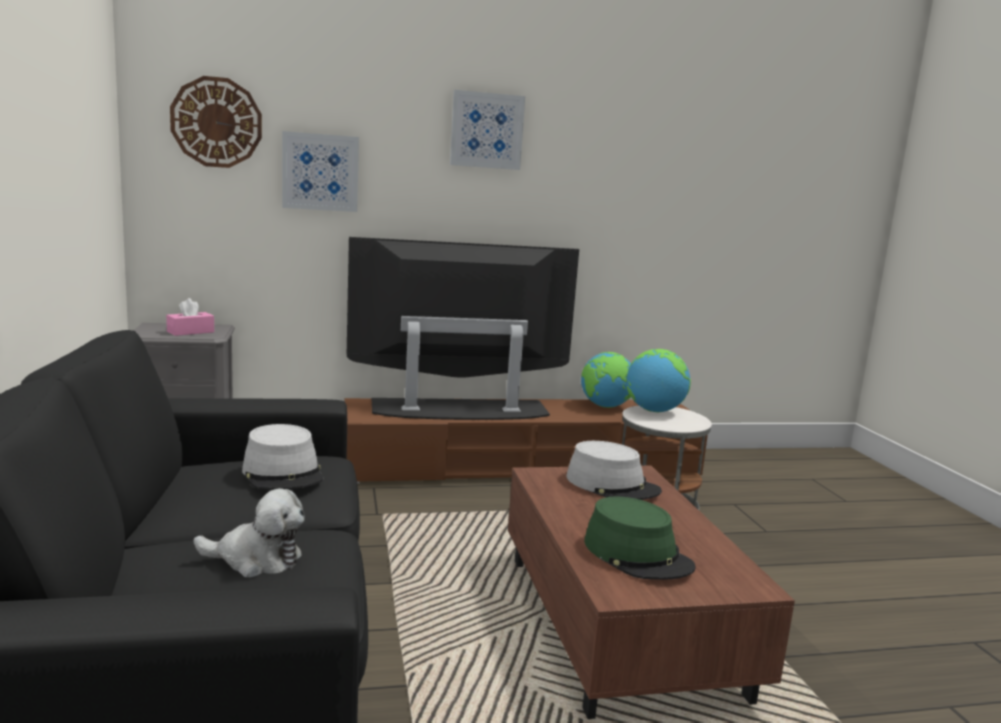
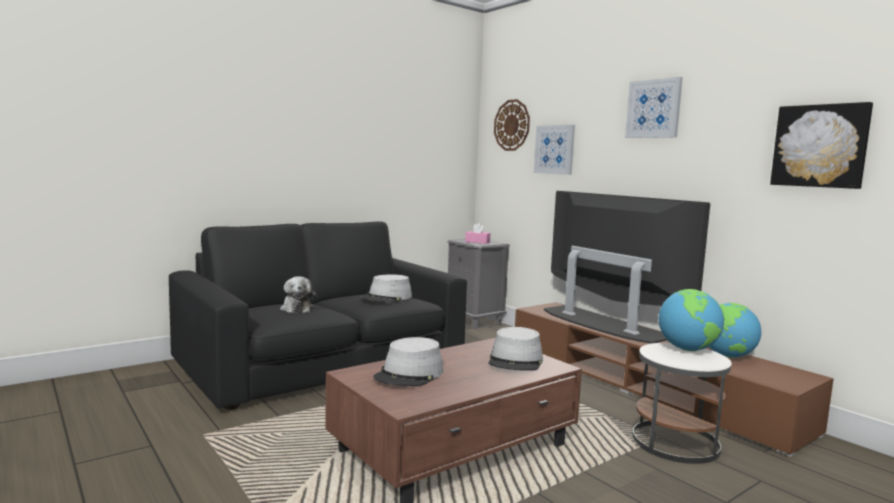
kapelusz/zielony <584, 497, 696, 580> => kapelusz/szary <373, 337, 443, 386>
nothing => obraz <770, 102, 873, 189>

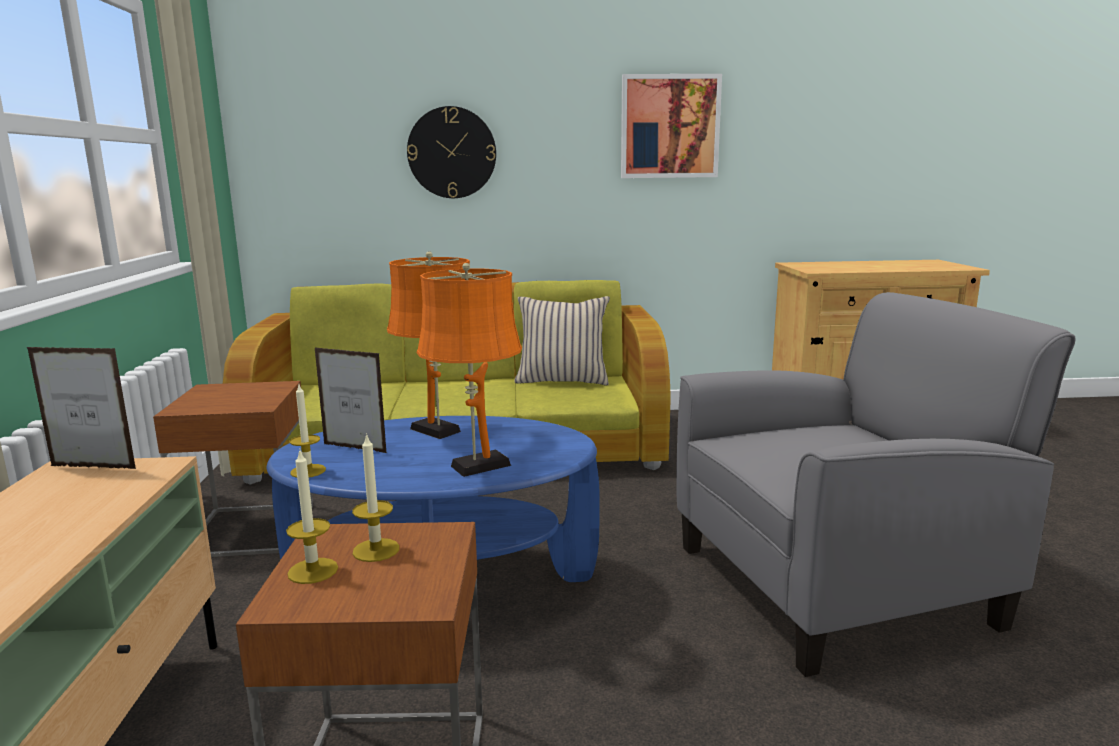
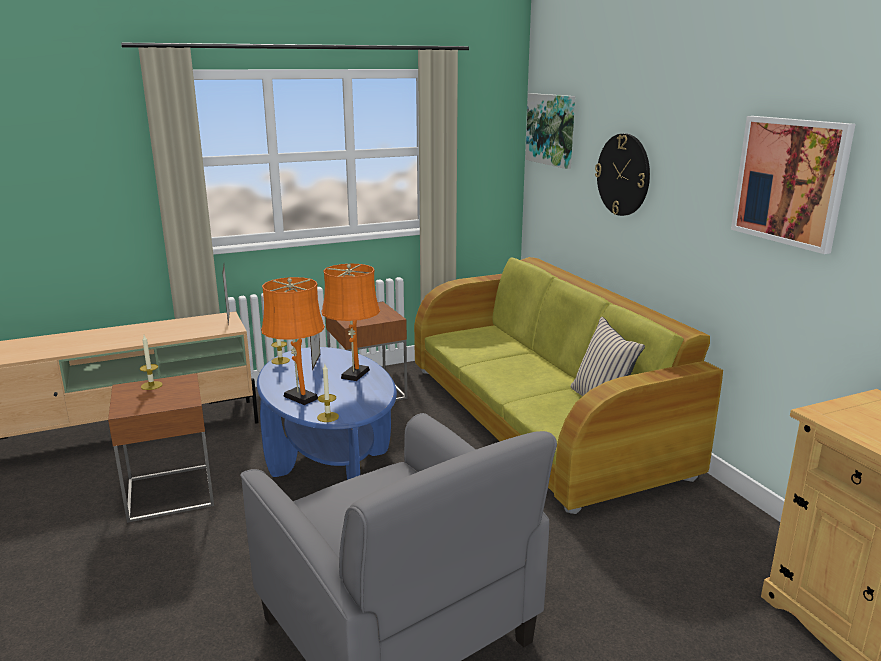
świeca <352, 433, 399, 562> => świeca <317, 364, 339, 422>, shifted
nothing => obraz <526, 93, 575, 169>

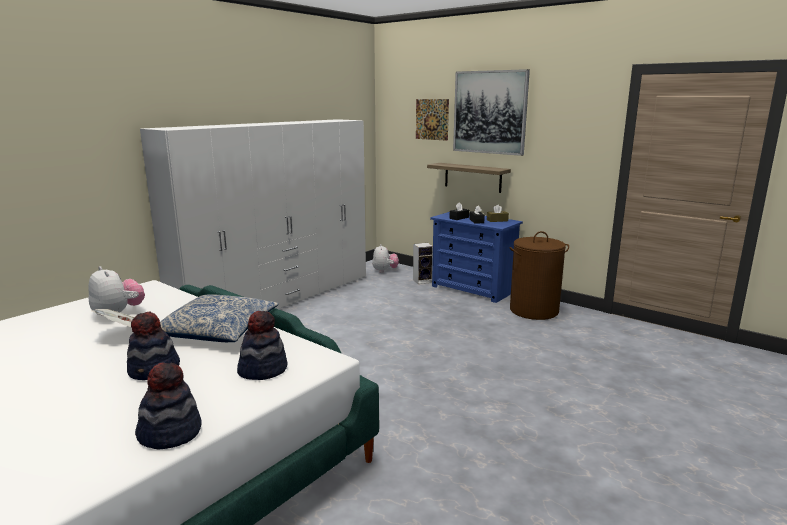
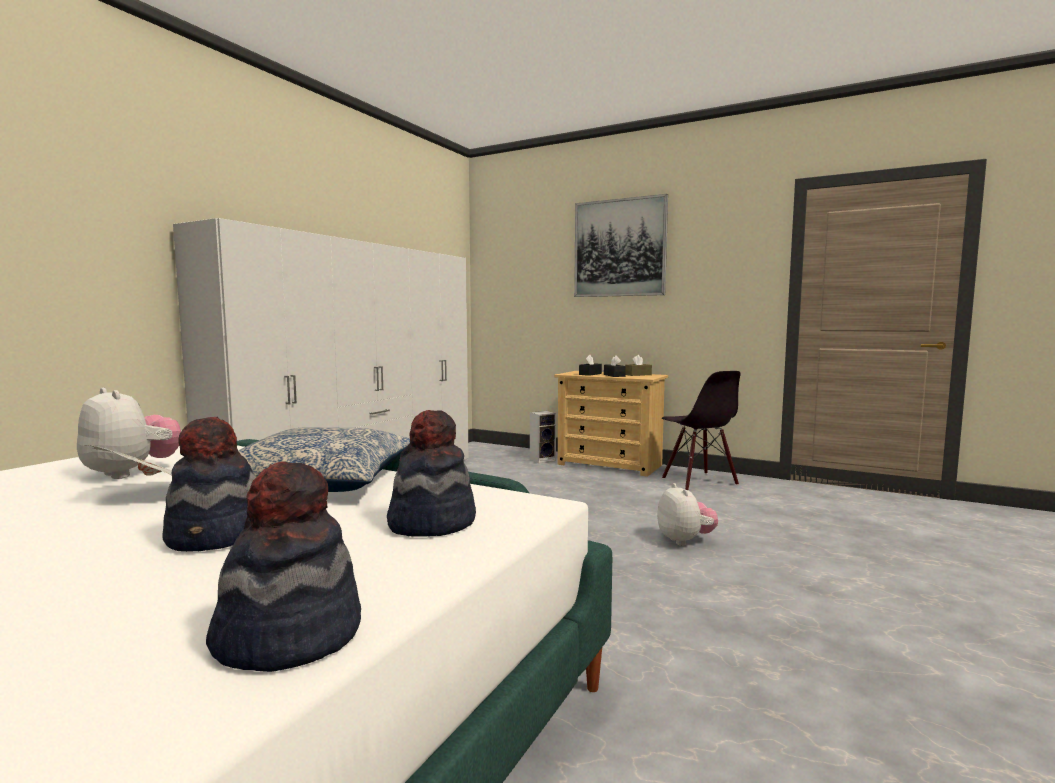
komoda/niebieski <430, 212, 523, 303> => komoda/beżowy <554, 371, 668, 477>
pluszak <372, 244, 399, 273> => pluszak <657, 483, 718, 546>, shifted
kosz na pranie/brązowy <509, 231, 569, 320> => krzesło/czarny <662, 371, 741, 490>
obraz <416, 99, 449, 141> => nothing
półka <427, 163, 511, 193> => nothing

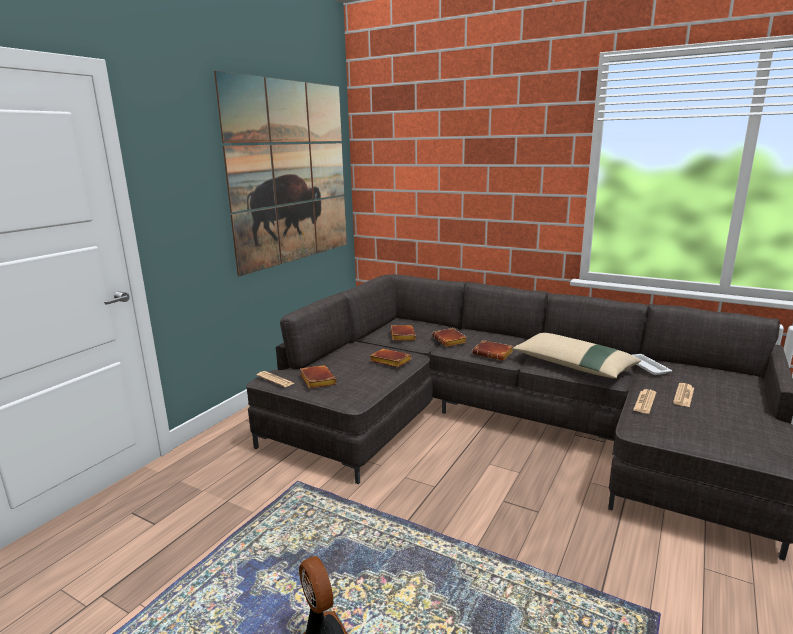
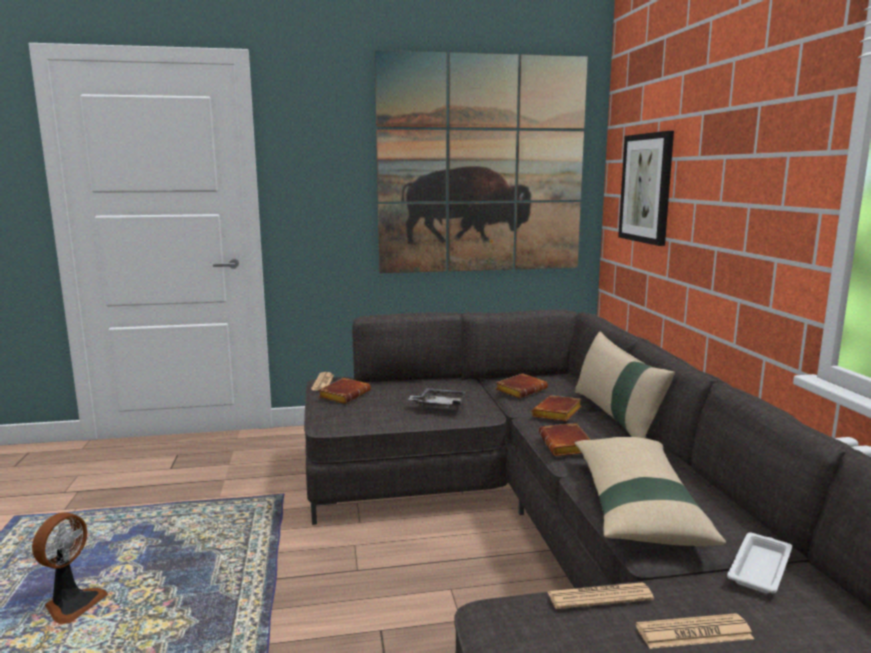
książka/brązowy <369, 349, 412, 367> => taca/szary <408, 388, 466, 410>
nothing => poduszka/beżowy <575, 332, 675, 438>
nothing => obraz <618, 131, 674, 246>

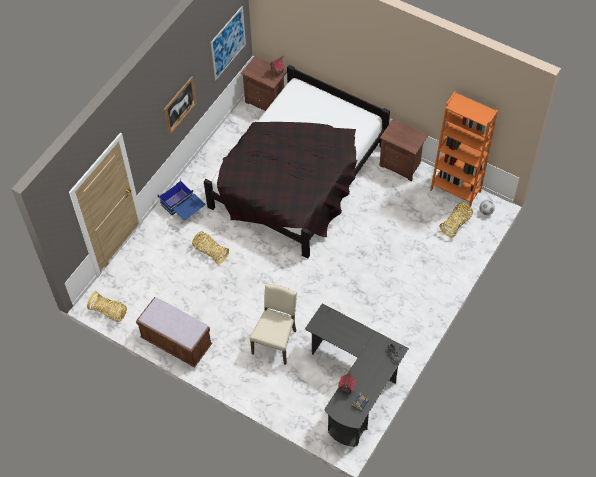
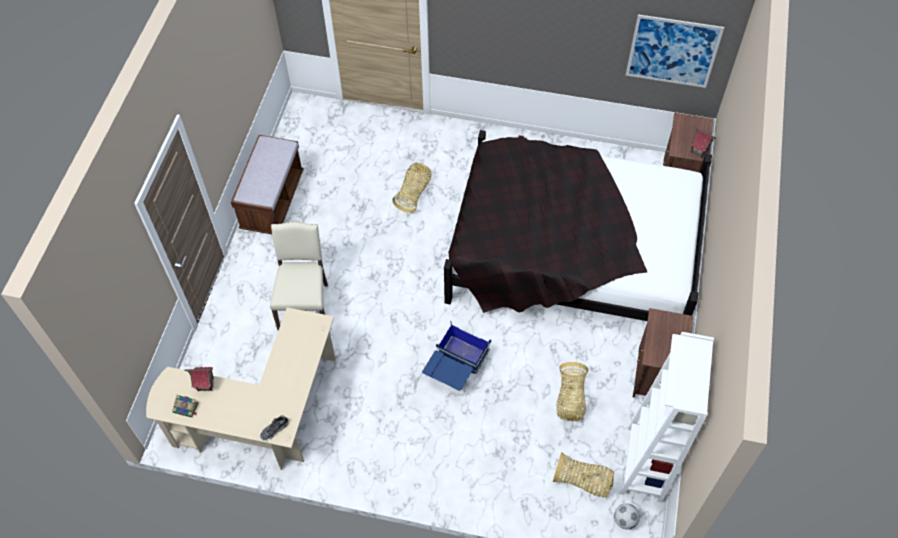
biurko/czarny <305, 303, 409, 447> => biurko/beżowy <146, 307, 336, 470>
krzesło/beżowy <250, 283, 297, 365> => krzesło/beżowy <270, 222, 328, 330>, 90 degrees counterclockwise
pojemnik do przechowywania/niebieski <157, 178, 205, 220> => pojemnik do przechowywania/niebieski <422, 322, 491, 391>, shifted
koszyk <87, 291, 127, 322> => koszyk <557, 362, 588, 421>, shifted
regał/pomarańczowy <430, 91, 498, 206> => regał/biały <619, 332, 714, 503>
obraz <163, 76, 197, 136> => nothing

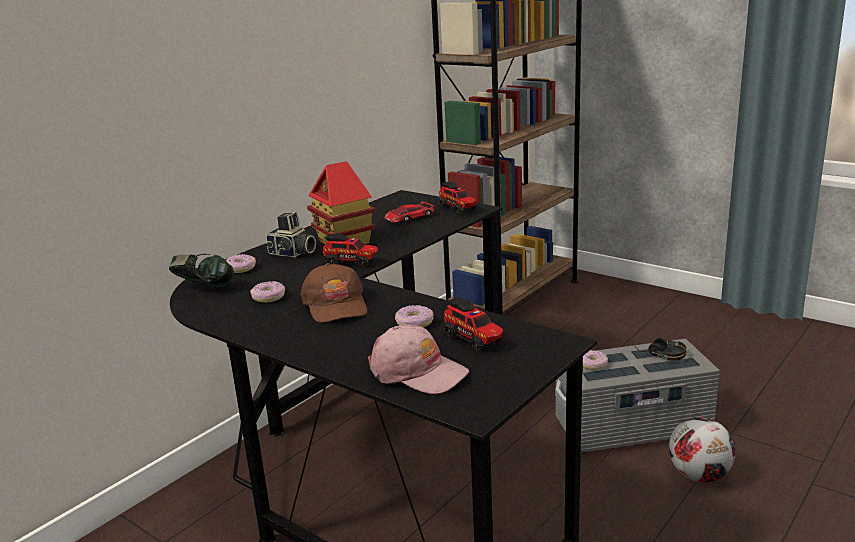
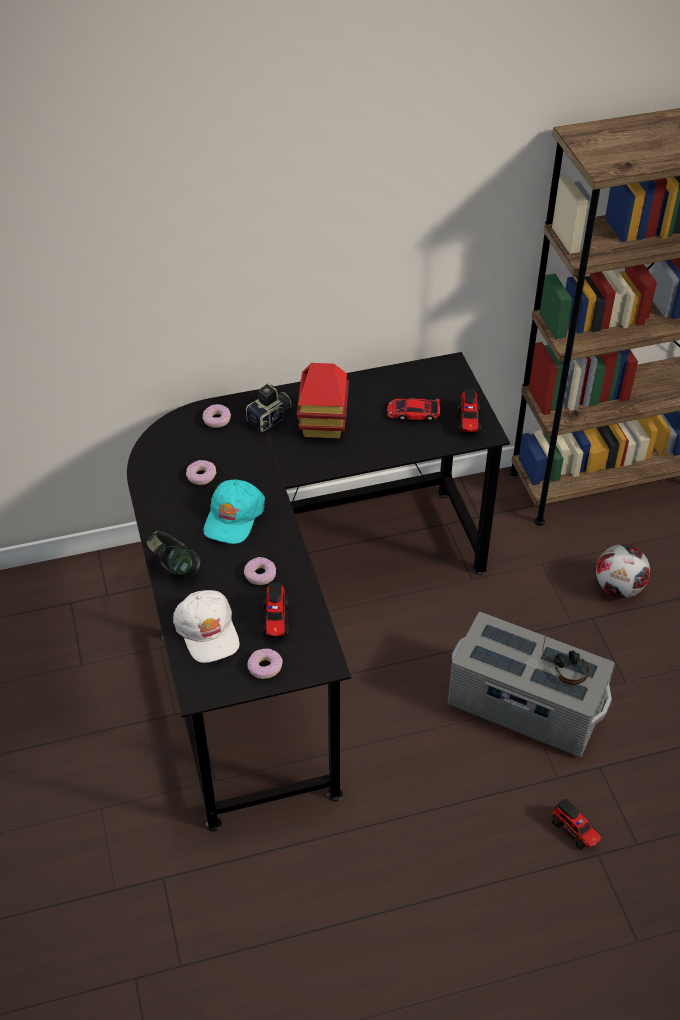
słuchawki <169, 254, 234, 289> => słuchawki <147, 530, 201, 577>, shifted
czapka z daszkiem/różowy <368, 325, 469, 394> => czapka z daszkiem/biały <173, 590, 239, 663>
czapka z daszkiem/brązowy <300, 263, 367, 323> => czapka z daszkiem/turkusowy <203, 479, 265, 544>
aparat fotograficzny <265, 212, 316, 257> => aparat fotograficzny <246, 383, 292, 431>, 105 degrees counterclockwise
donut <582, 350, 608, 370> => donut <248, 649, 283, 679>, shifted
ciężarówka zabawkowa <323, 234, 378, 268> => ciężarówka zabawkowa <552, 799, 601, 850>, shifted
piłka futbolowa <669, 417, 736, 483> => piłka futbolowa <596, 544, 650, 598>, shifted

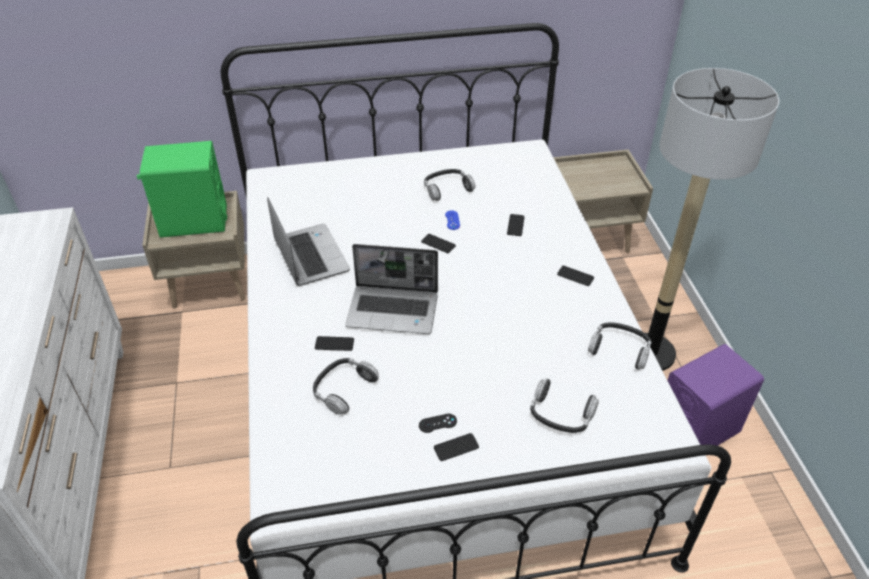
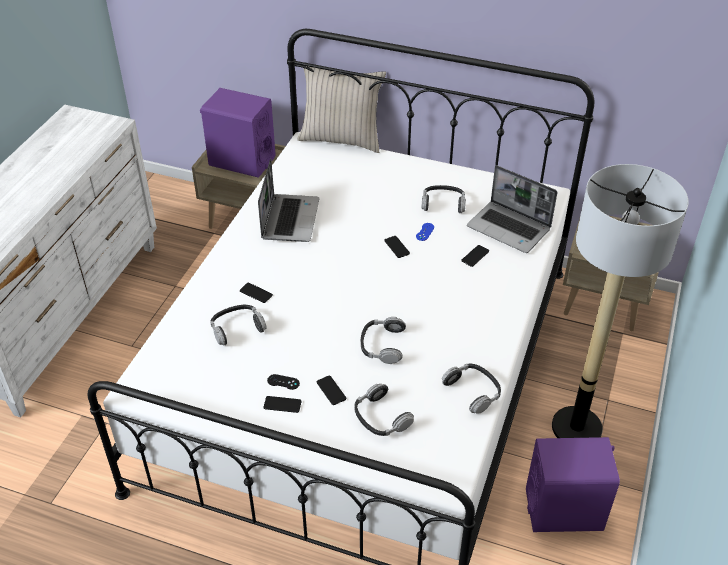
głośnik/zielony <137, 141, 227, 238> => głośnik/fioletowy <200, 88, 275, 178>
nothing => poduszka/beżowy <298, 62, 386, 153>
telefon <557, 266, 594, 286> => telefon <317, 375, 346, 405>, shifted
nothing => słuchawki <361, 317, 406, 364>
laptop <345, 244, 438, 334> => laptop <467, 165, 558, 253>, shifted

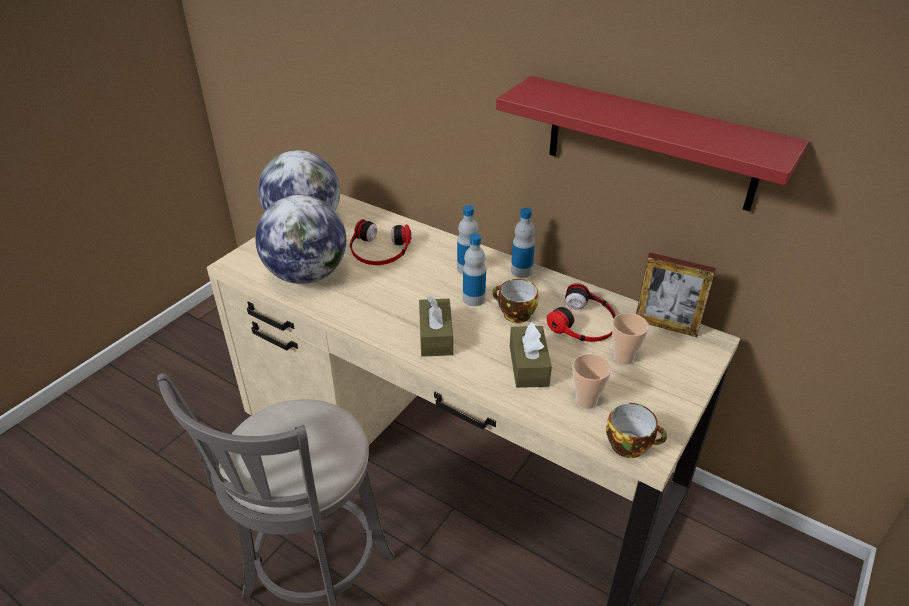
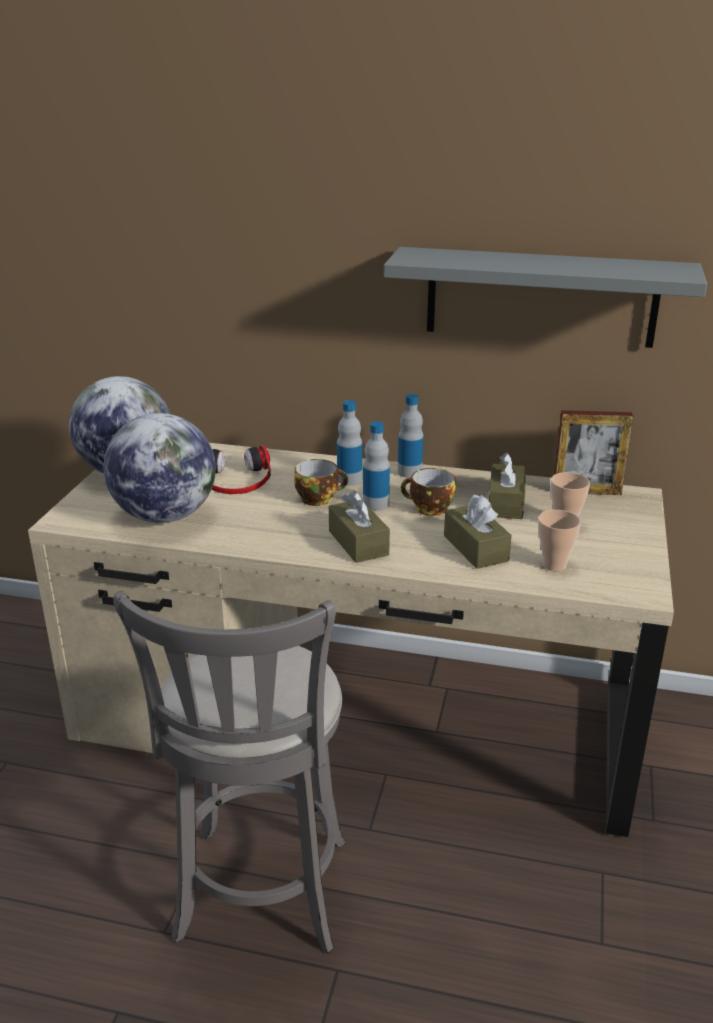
filiżanka <606, 403, 667, 458> => filiżanka <294, 459, 348, 506>, shifted
półka/czerwony <496, 76, 809, 211> => półka/szary <384, 247, 707, 348>
słuchawki <547, 283, 616, 342> => pudełko chusteczek/brązowy <489, 453, 526, 519>

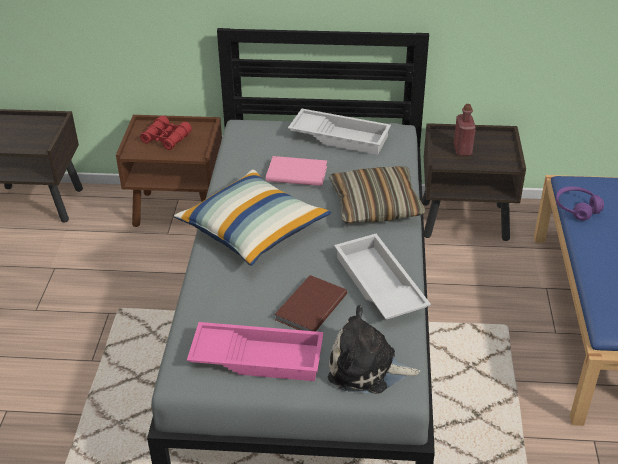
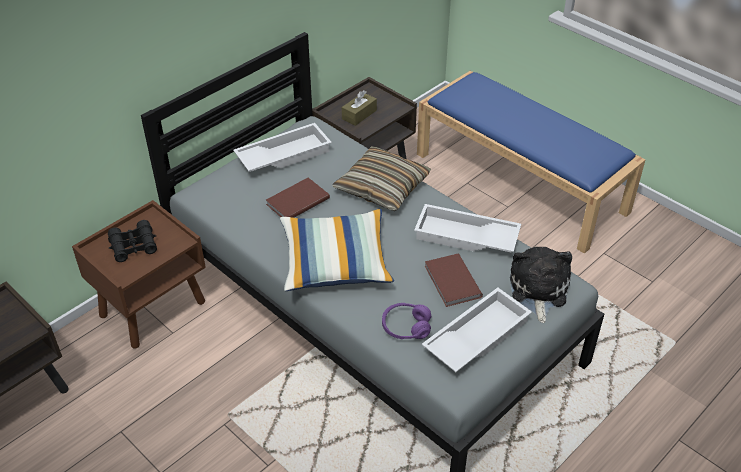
lornetka/czerwony <140, 115, 192, 150> => lornetka/czarny <108, 220, 157, 262>
książka/różowy <266, 156, 327, 186> => książka/brązowy <266, 178, 330, 218>
butelka/czerwony <454, 104, 476, 156> => pudełko chusteczek/brązowy <342, 90, 377, 126>
słuchawki/fioletowy <556, 186, 604, 221> => słuchawki/fioletowy <382, 303, 431, 339>, shifted
taca/różowy <187, 322, 323, 381> => taca/biały <422, 288, 532, 372>
pluszak <328, 305, 420, 394> => pluszak <510, 247, 572, 323>, 135 degrees clockwise

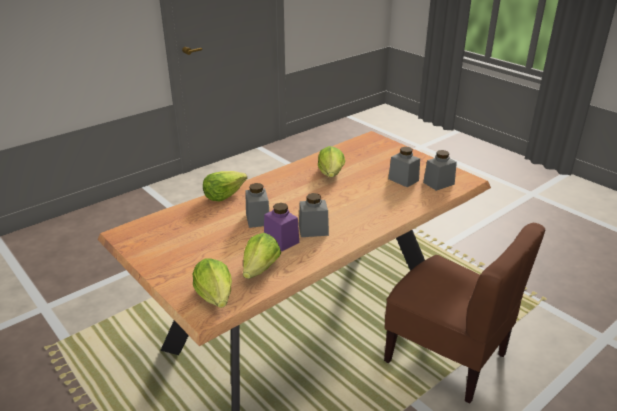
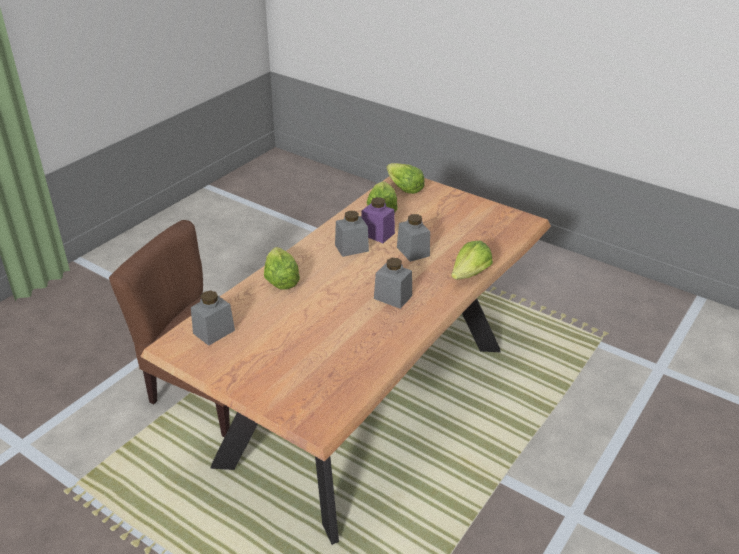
sałata <318, 146, 345, 177> => sałata <264, 247, 300, 290>, shifted
słoik/szary <388, 147, 420, 187> => słoik/szary <374, 258, 412, 309>, shifted

